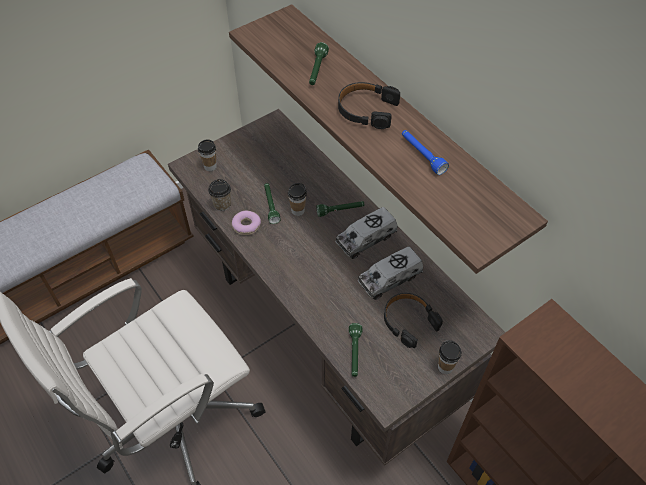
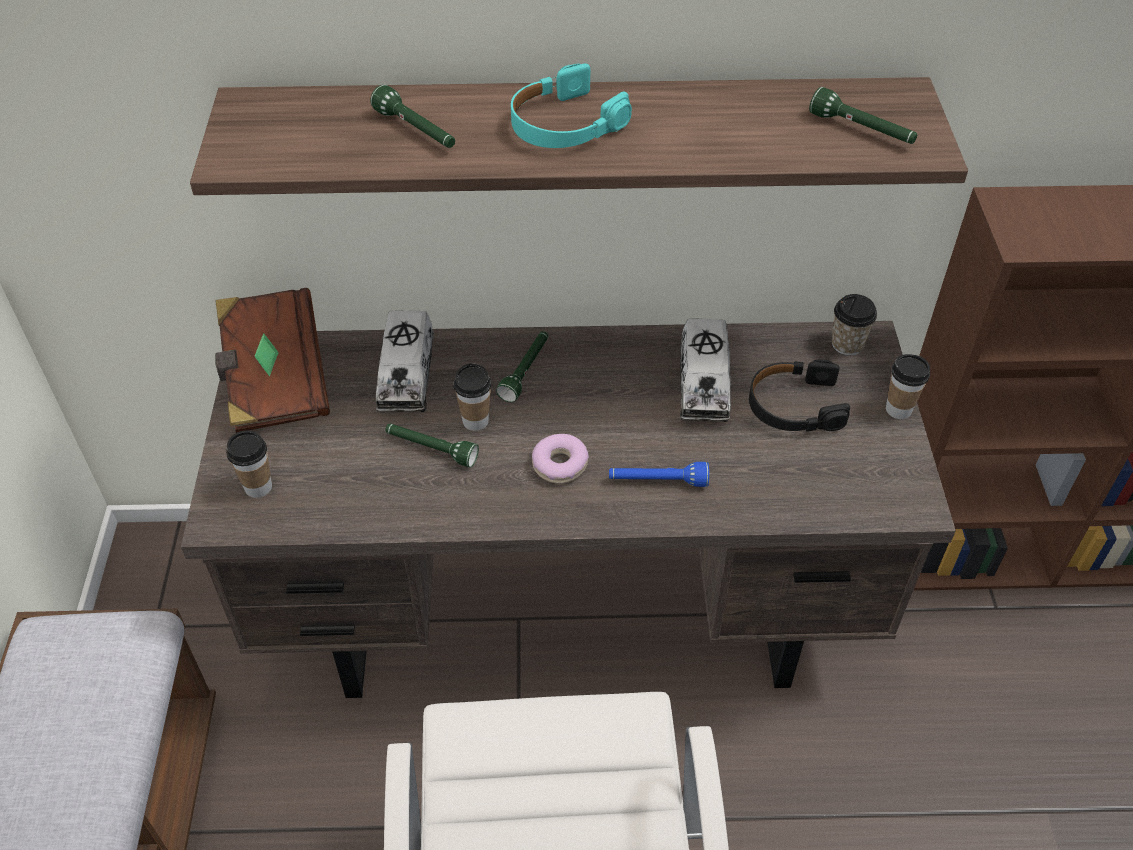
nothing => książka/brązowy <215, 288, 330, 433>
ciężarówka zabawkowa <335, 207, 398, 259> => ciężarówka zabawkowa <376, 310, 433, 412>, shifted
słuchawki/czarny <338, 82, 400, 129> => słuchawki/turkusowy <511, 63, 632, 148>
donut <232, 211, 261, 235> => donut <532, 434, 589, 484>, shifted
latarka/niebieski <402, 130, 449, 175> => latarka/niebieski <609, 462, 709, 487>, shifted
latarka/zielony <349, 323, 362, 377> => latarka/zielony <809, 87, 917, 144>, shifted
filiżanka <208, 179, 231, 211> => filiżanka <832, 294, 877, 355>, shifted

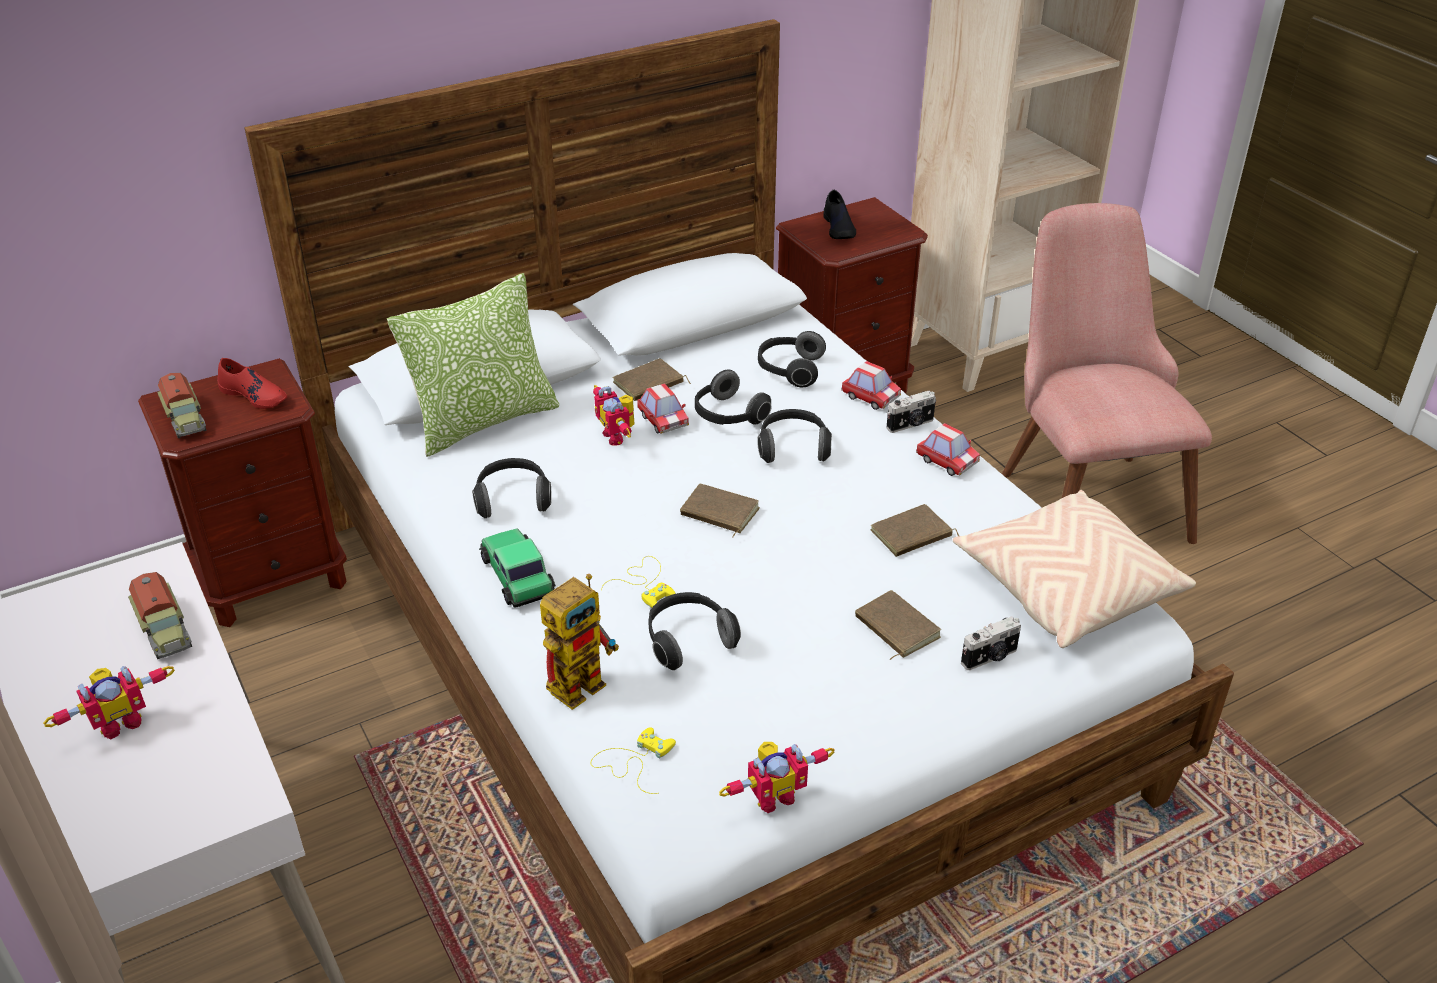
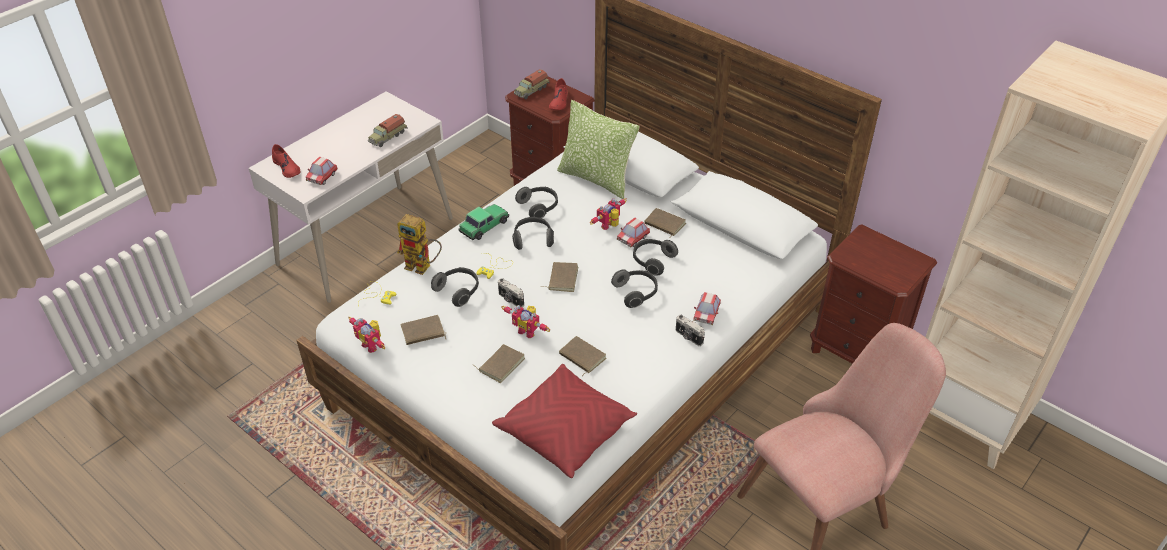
nothing => but/czerwony <272, 144, 300, 178>
samochodzik <916, 423, 980, 476> => samochodzik <306, 157, 338, 185>, shifted
nothing => książka/brązowy <400, 315, 446, 345>
poduszka/beżowy <953, 490, 1196, 648> => poduszka/czerwony <492, 364, 637, 478>
aparat fotograficzny <961, 616, 1021, 670> => aparat fotograficzny <498, 278, 524, 307>, shifted
robot zabawkowy <43, 666, 175, 740> => robot zabawkowy <502, 305, 550, 338>, shifted
słuchawki <758, 331, 826, 387> => słuchawki <512, 217, 554, 250>, shifted
but/czarny <823, 190, 856, 239> => nothing

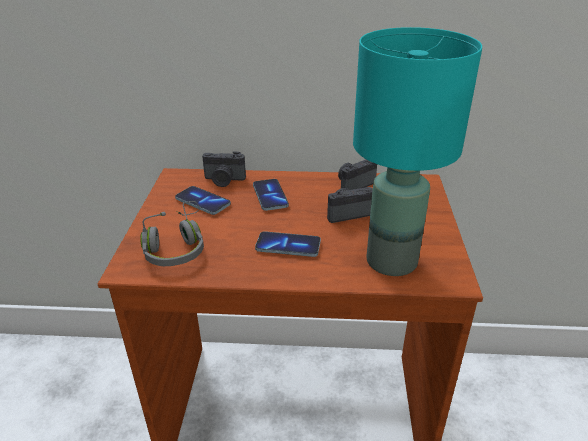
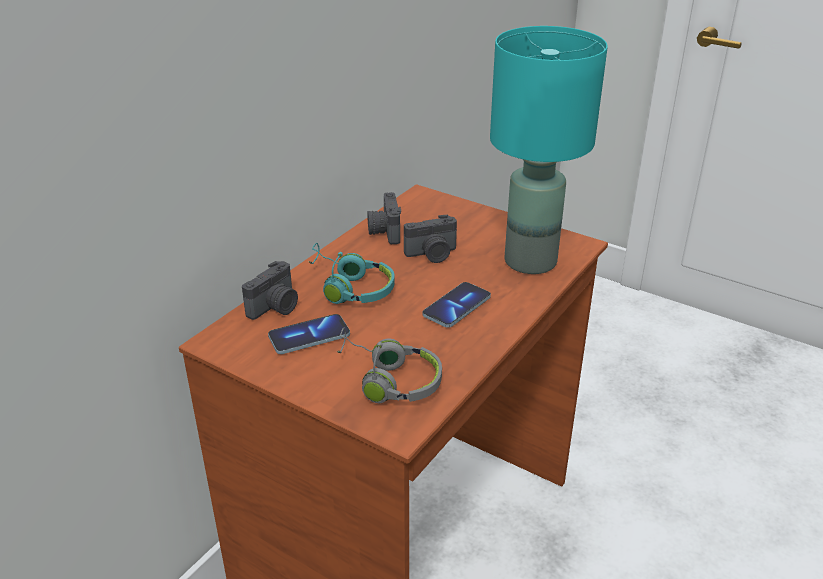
telefon <253, 179, 289, 211> => słuchawki/turkusowy <308, 243, 395, 304>
aparat fotograficzny <327, 187, 373, 223> => aparat fotograficzny <404, 215, 457, 263>, 120 degrees counterclockwise

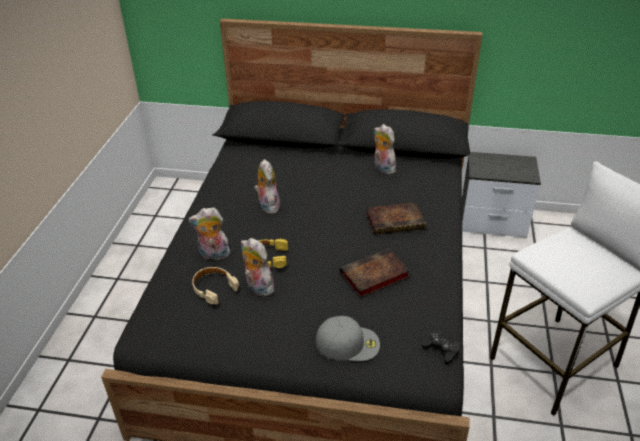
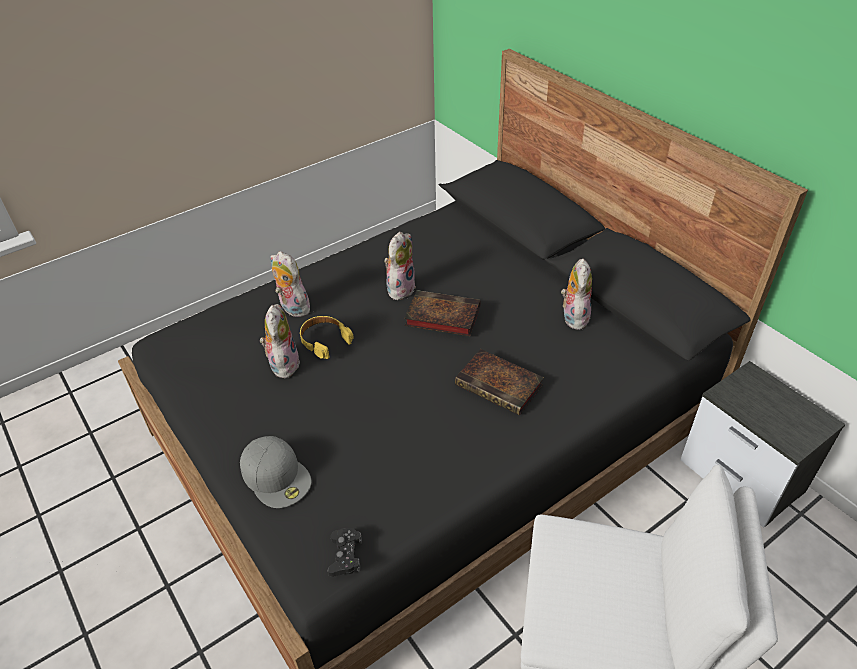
książka <340, 249, 410, 298> => książka <404, 290, 480, 336>, shifted
słuchawki/beżowy <192, 267, 239, 305> => nothing

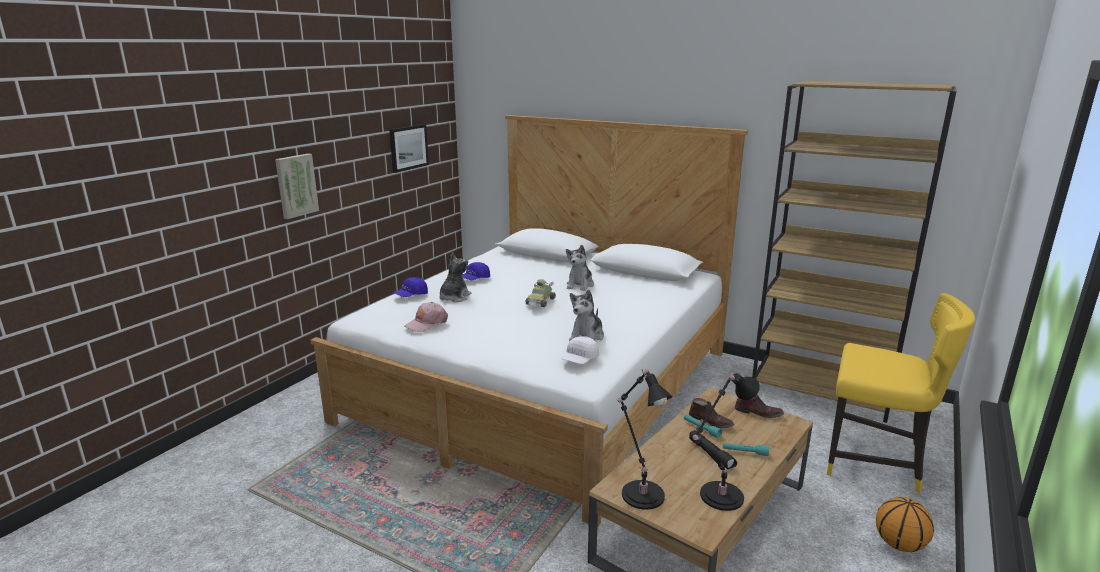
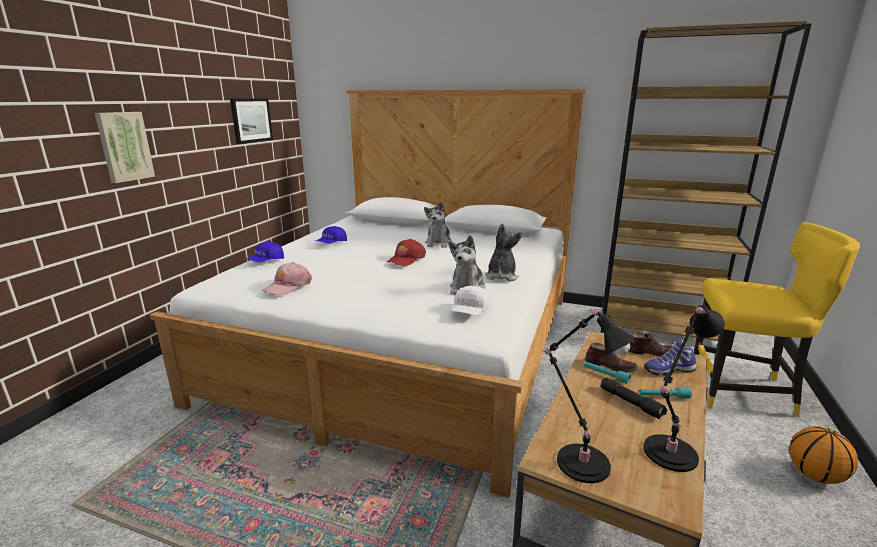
samochodzik <525, 279, 556, 307> => czapka z daszkiem/czerwony <387, 239, 426, 266>
pluszak <439, 252, 471, 302> => pluszak <485, 224, 522, 282>, shifted
nothing => but <644, 341, 697, 376>

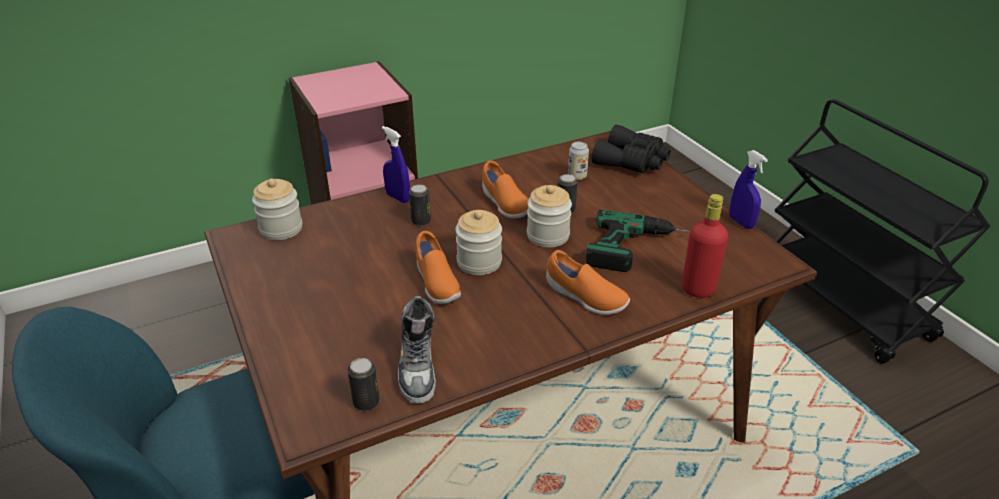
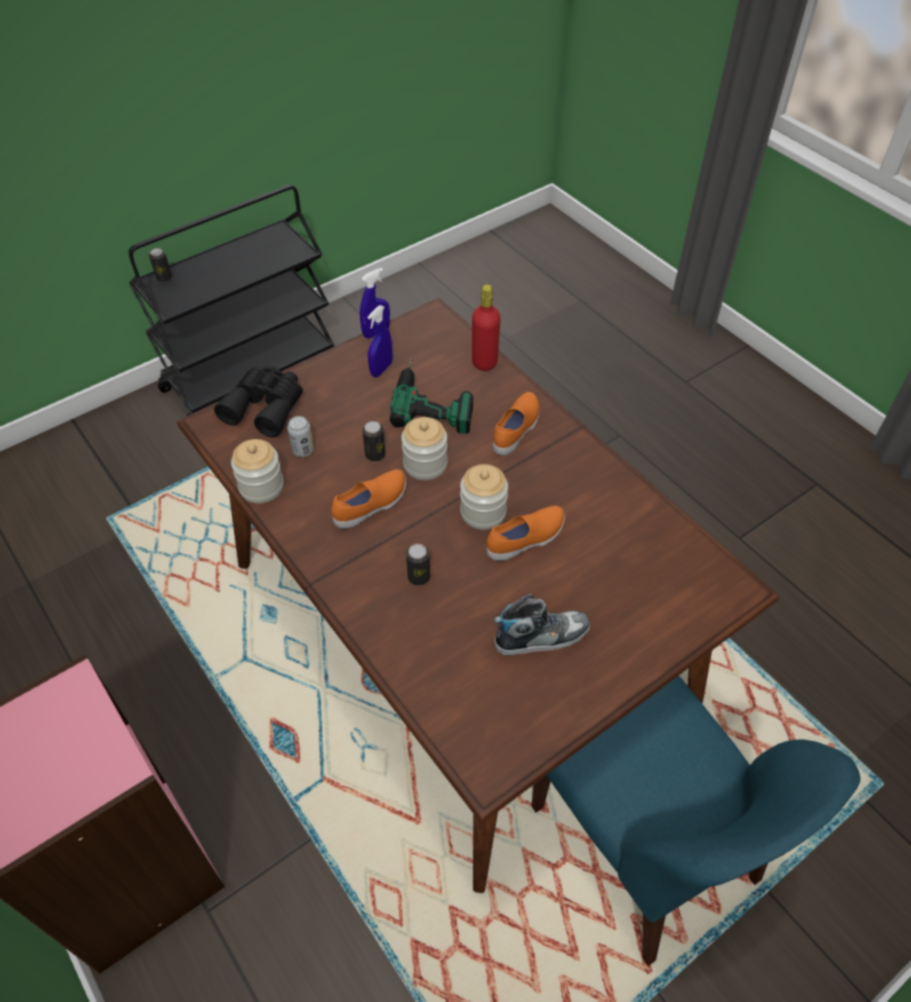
puszka <348, 358, 379, 411> => puszka <149, 248, 172, 282>, shifted
słoik <252, 178, 302, 240> => słoik <231, 439, 284, 503>, shifted
spryskiwacz/niebieski <382, 126, 410, 203> => spryskiwacz/niebieski <368, 305, 392, 377>, shifted
but <398, 296, 436, 404> => but <494, 594, 590, 655>, shifted

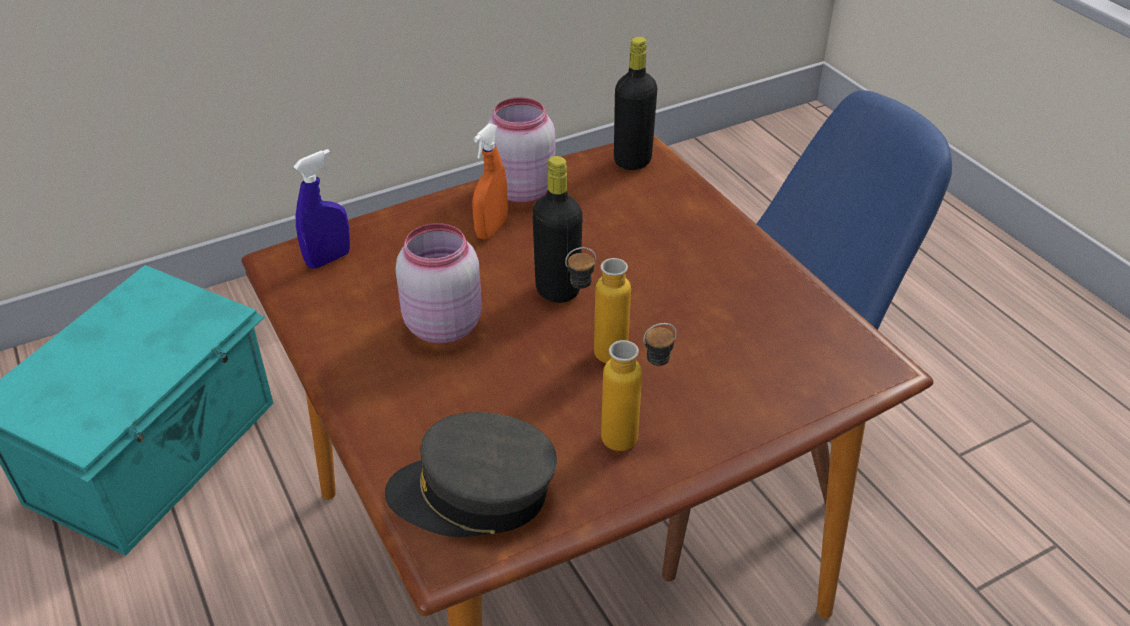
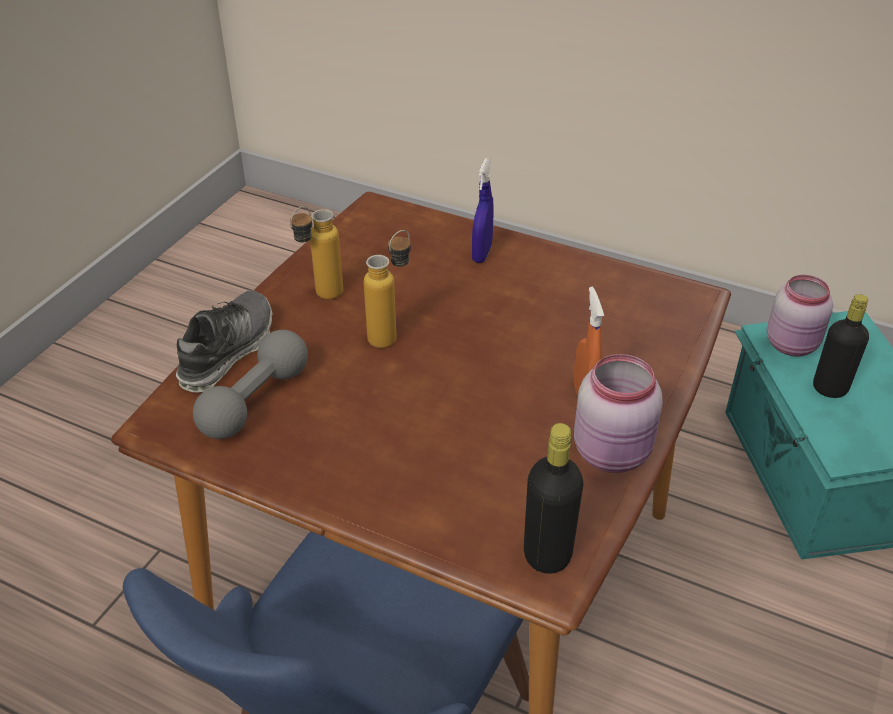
nothing => but <176, 290, 272, 393>
nothing => hantel/szary <193, 330, 308, 439>
spryskiwacz/niebieski <293, 149, 350, 269> => spryskiwacz/niebieski <472, 158, 494, 263>, shifted
słoik/różowy <396, 223, 482, 344> => słoik/różowy <767, 275, 833, 357>, shifted
butelka/czarny <532, 156, 583, 303> => butelka/czarny <813, 294, 869, 398>, shifted
czapka z daszkiem/szary <385, 412, 557, 537> => nothing

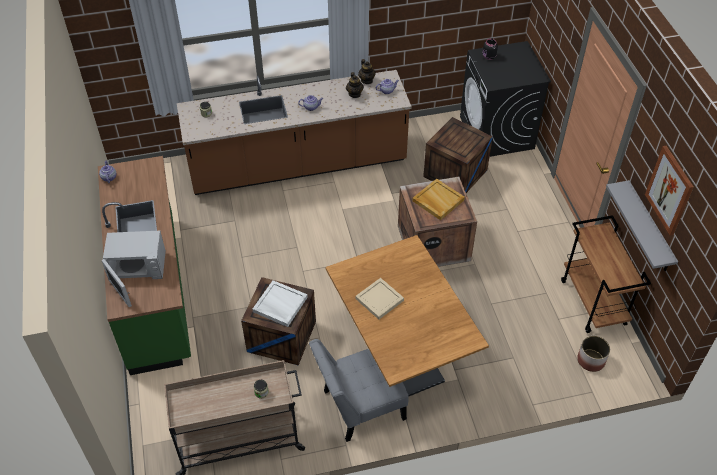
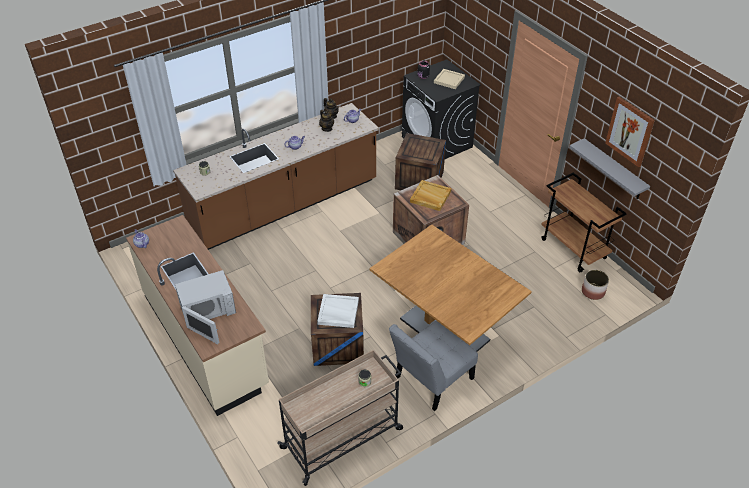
zabudowa kuchenna/zielony <98, 156, 191, 375> => zabudowa kuchenna/beżowy <126, 215, 269, 416>
taca/beżowy <356, 278, 404, 319> => taca/beżowy <434, 69, 465, 89>, shifted

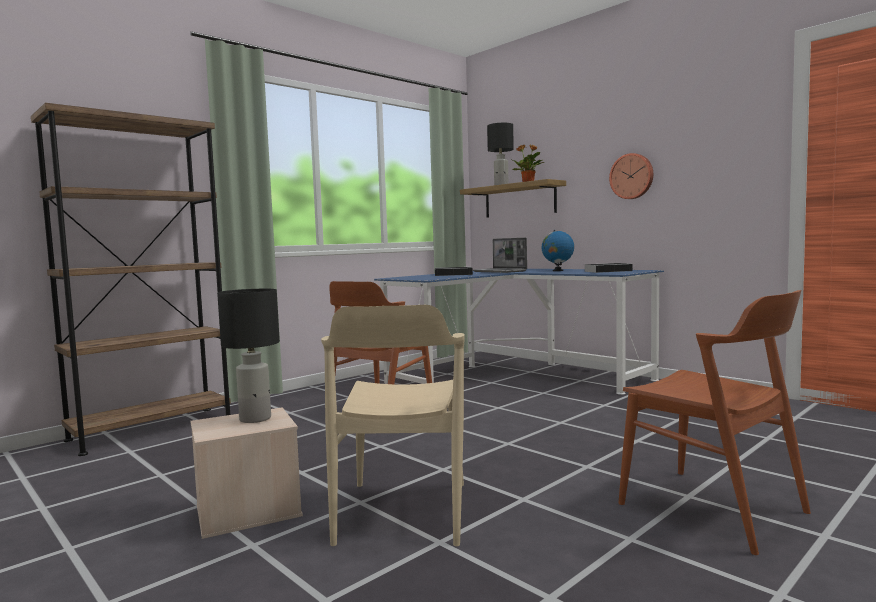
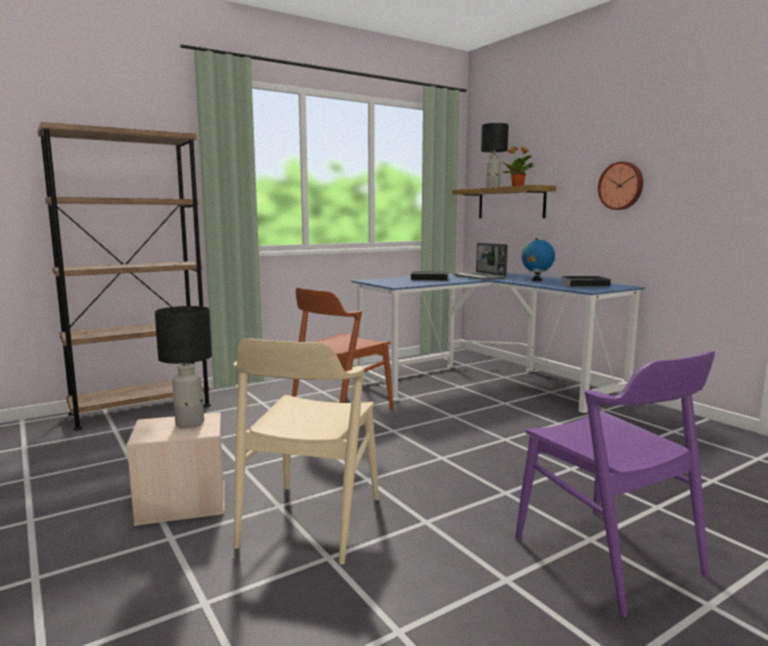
krzesło/brązowy <619, 290, 811, 555> => krzesło/fioletowy <515, 351, 715, 617>

